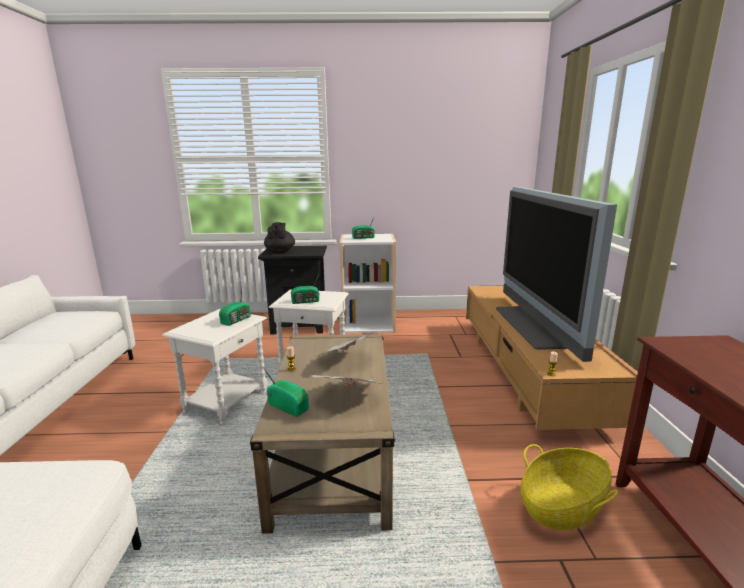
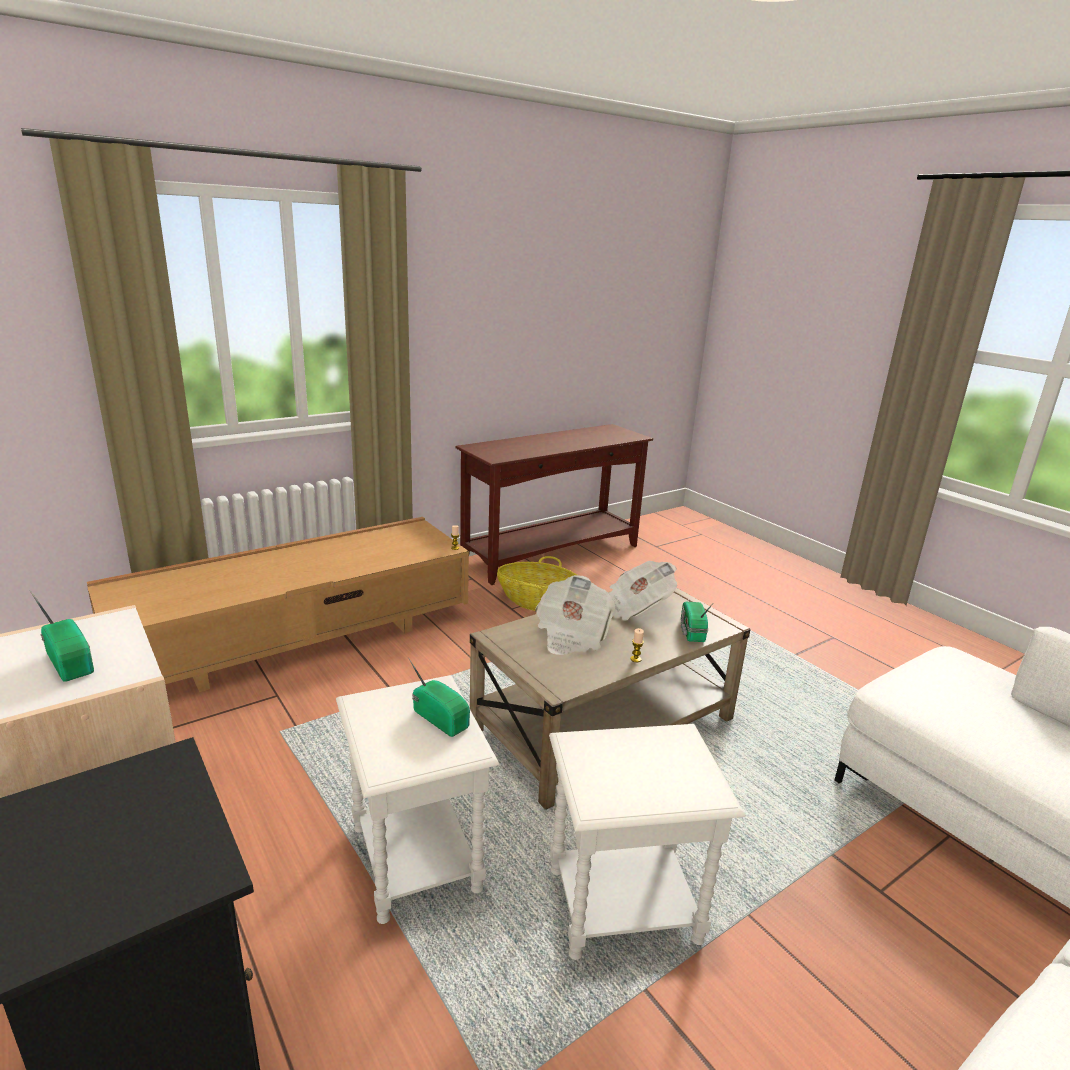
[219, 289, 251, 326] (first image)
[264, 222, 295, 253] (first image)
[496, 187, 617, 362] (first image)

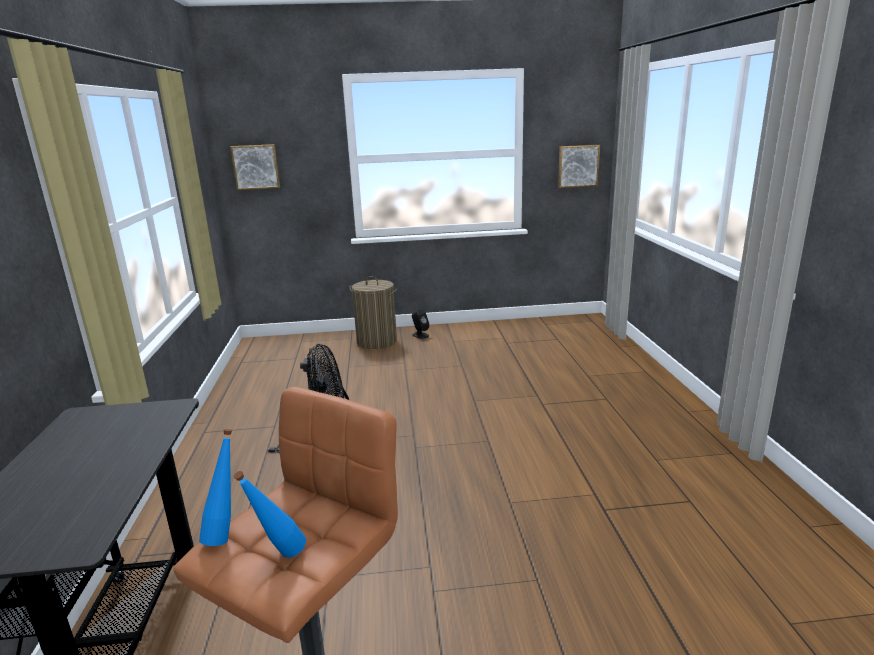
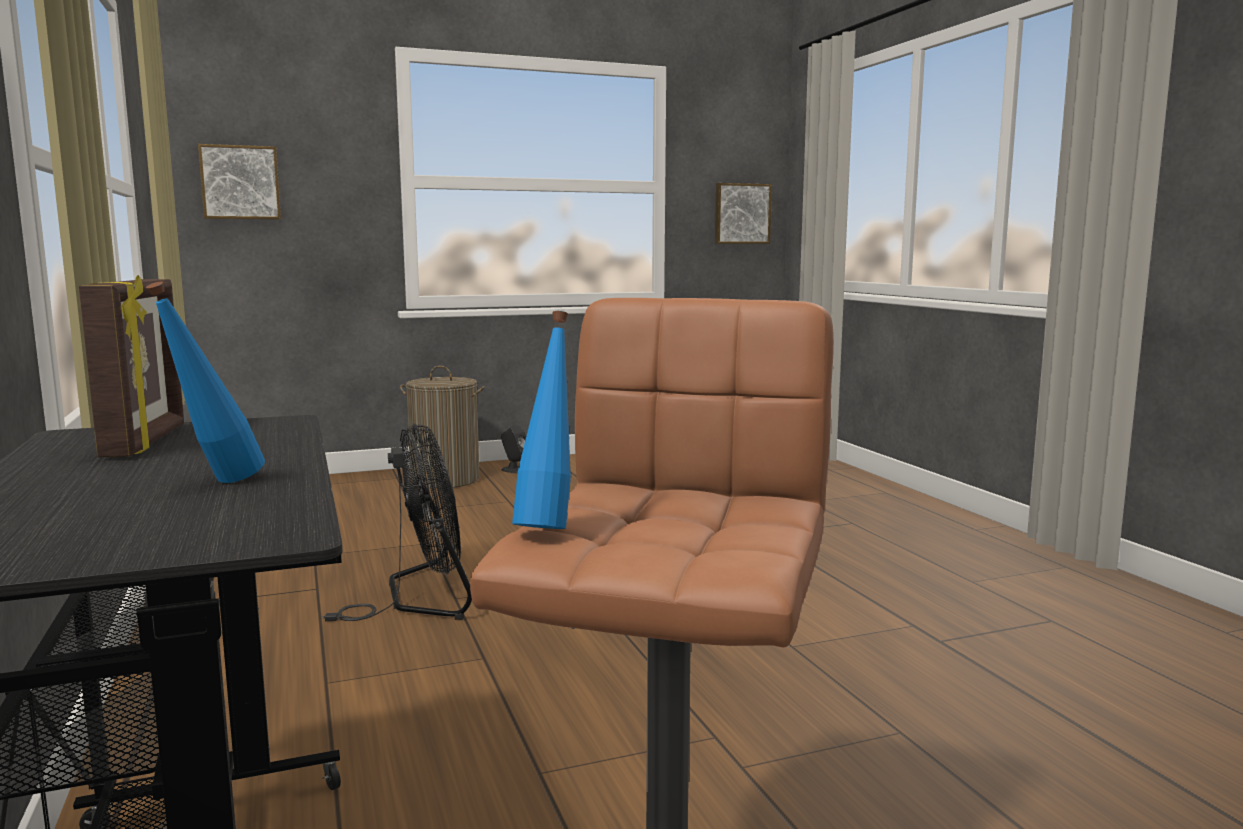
[79, 275, 184, 457]
[146, 282, 265, 483]

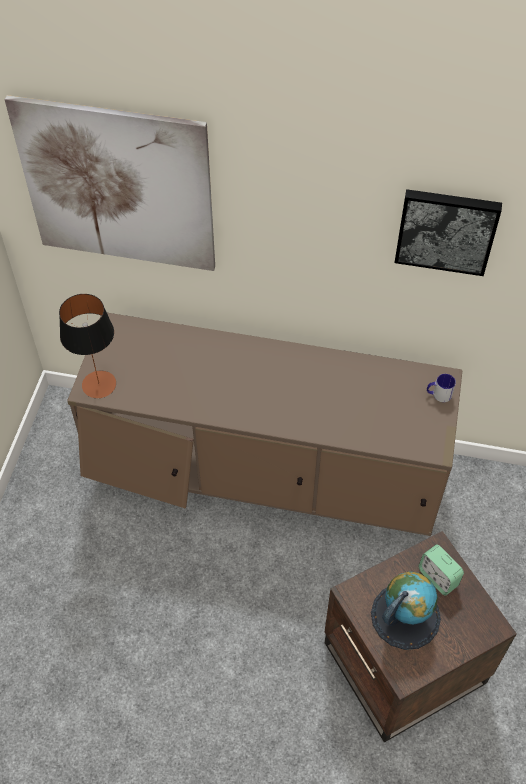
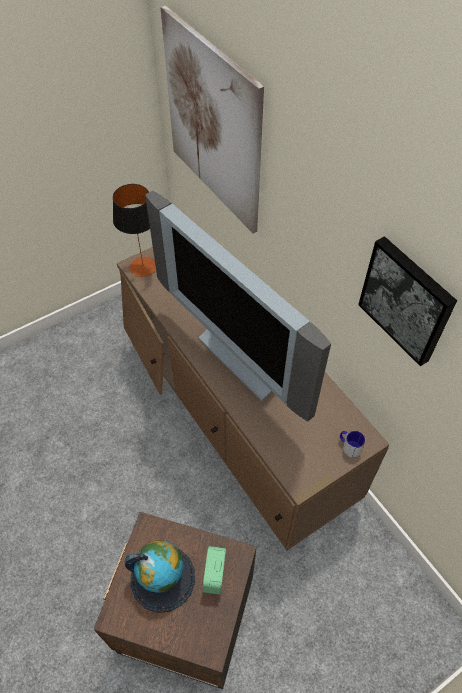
[145, 191, 331, 422]

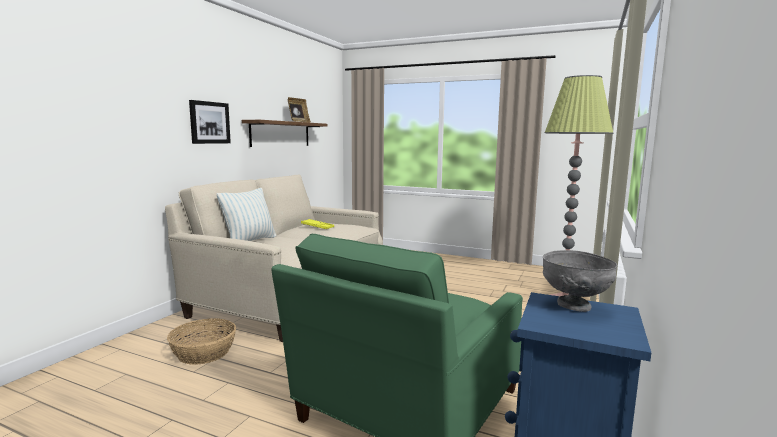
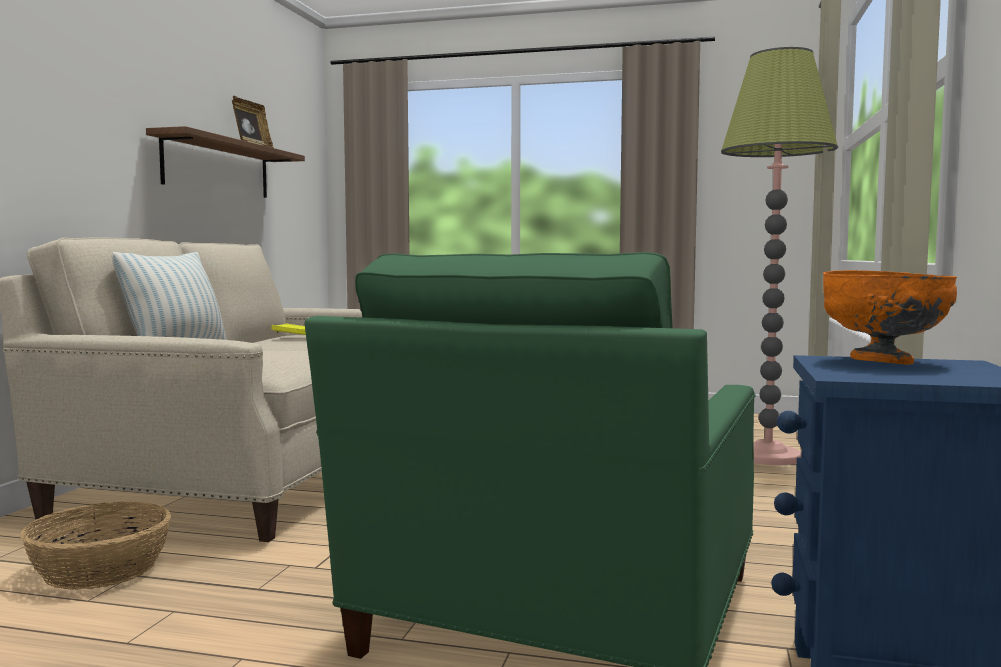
[189, 100, 231, 144] (first image)
[823, 270, 957, 365]

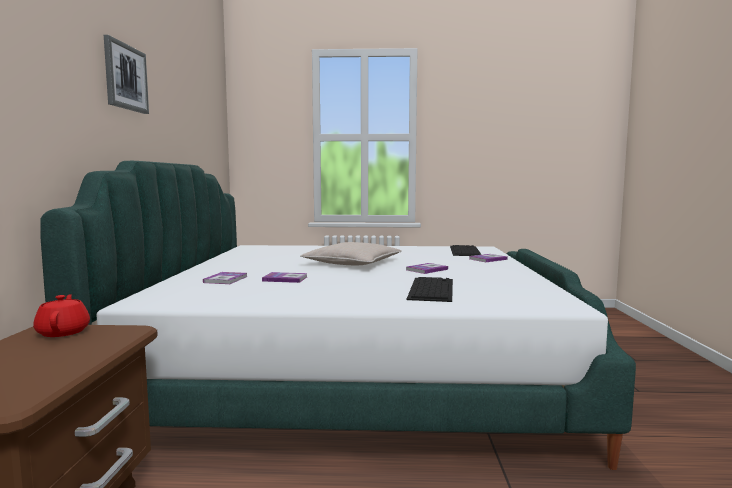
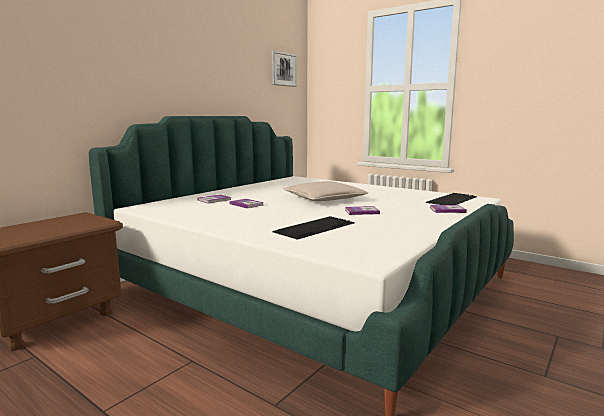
[33, 294, 90, 337] (first image)
[272, 51, 297, 87]

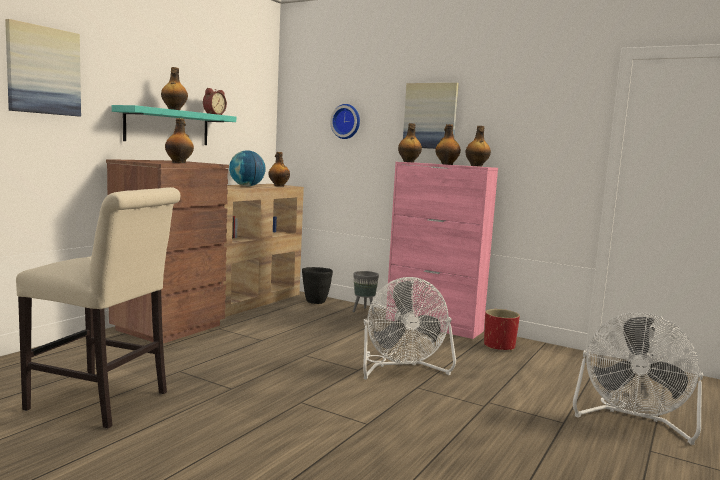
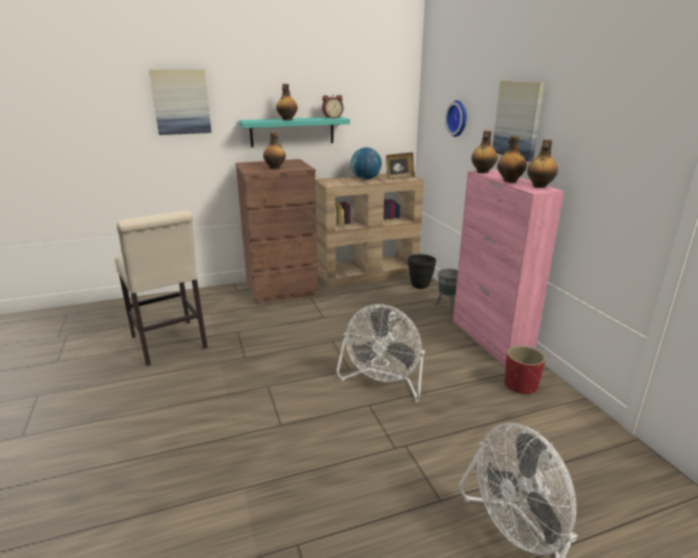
[386, 152, 415, 180]

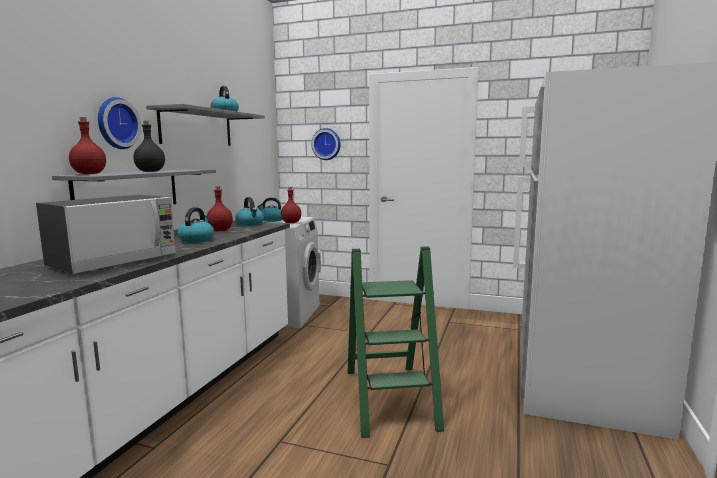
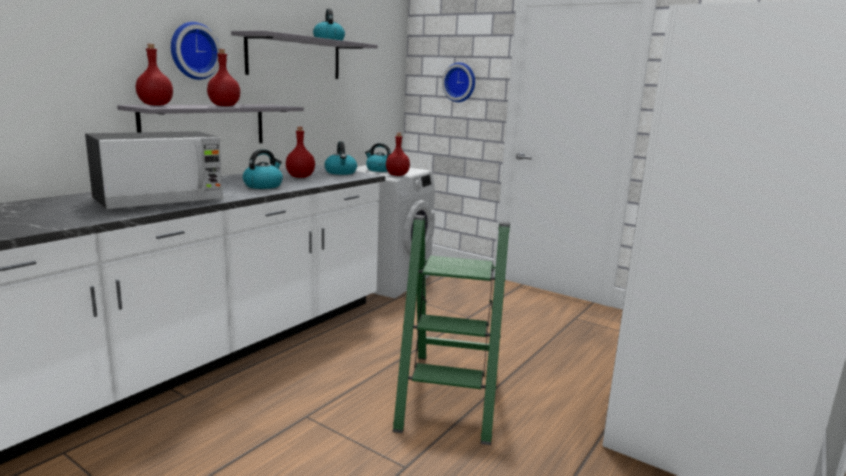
[207, 49, 240, 106]

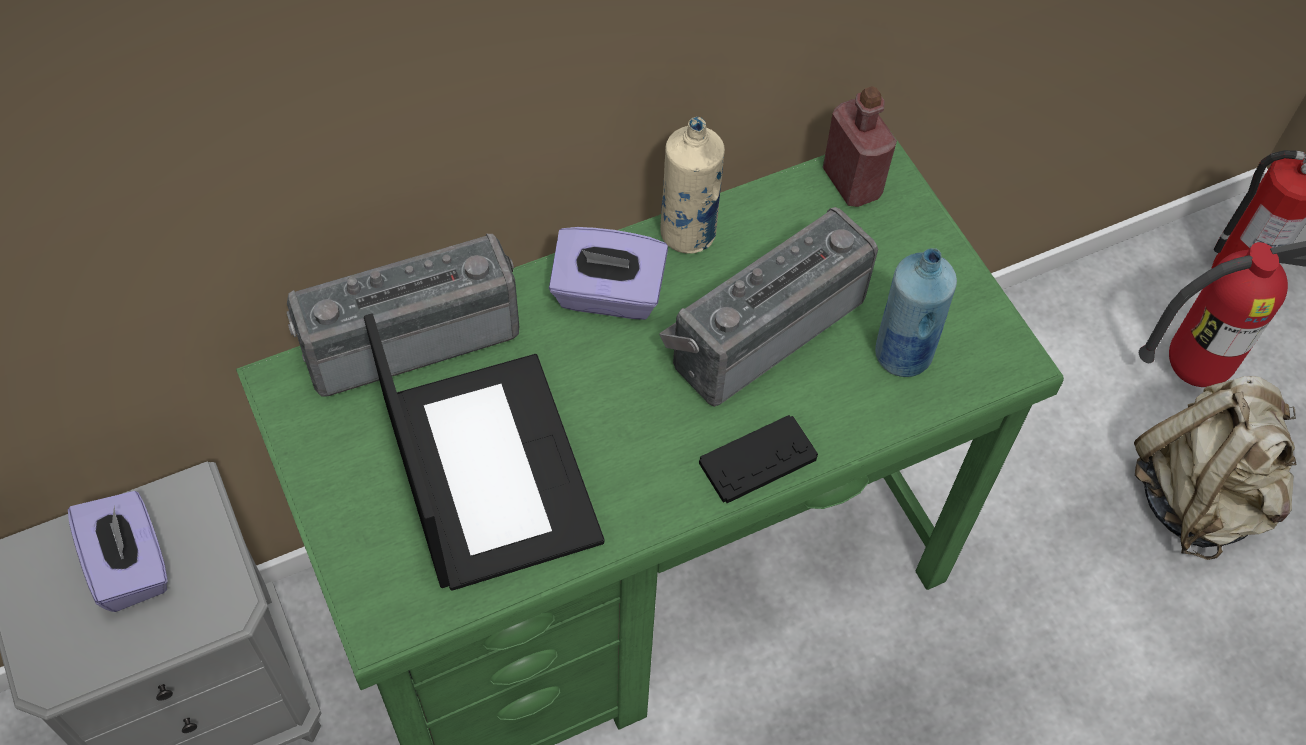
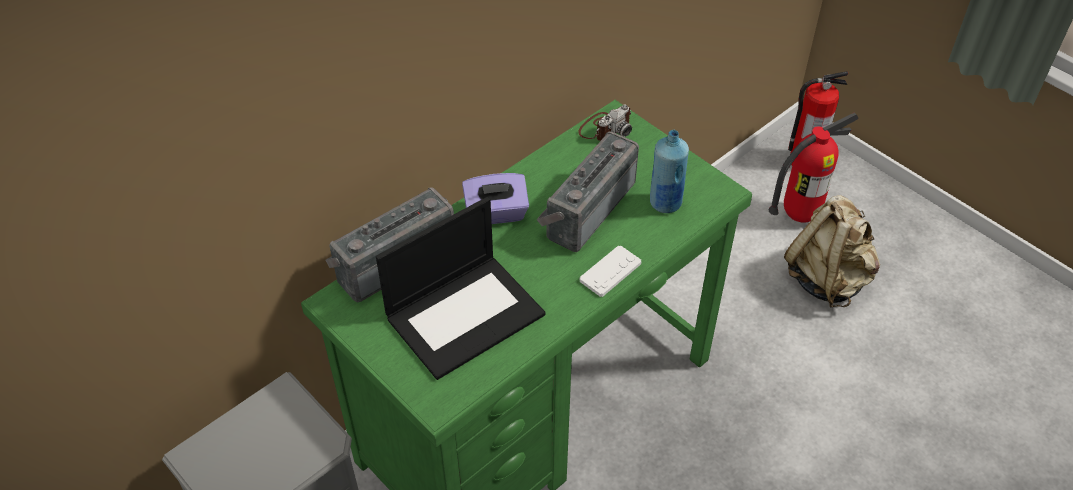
[68, 491, 168, 612] (first image)
[660, 117, 725, 254] (first image)
[578, 105, 632, 141]
[580, 245, 641, 297]
[376, 197, 546, 380]

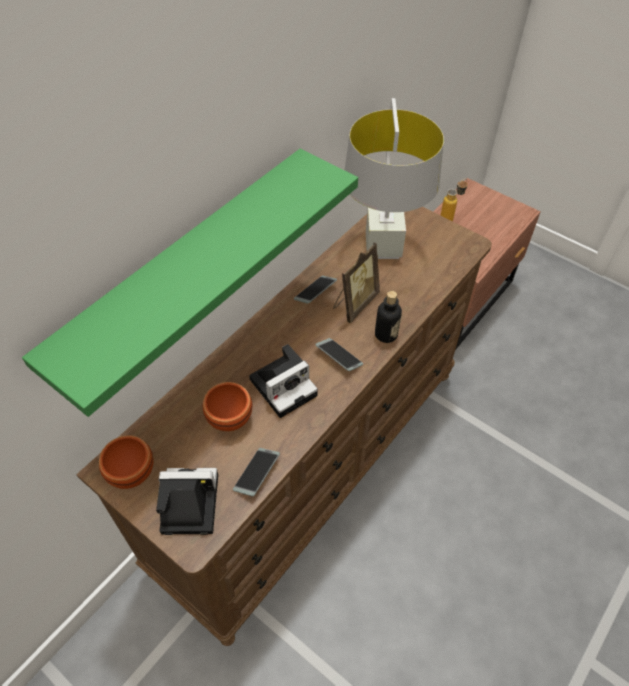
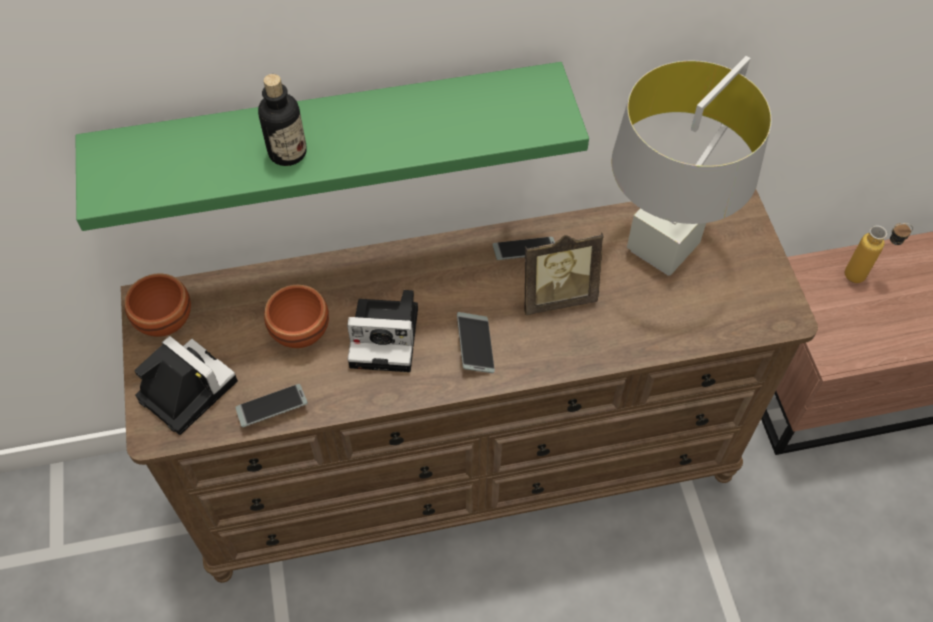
[258, 74, 307, 166]

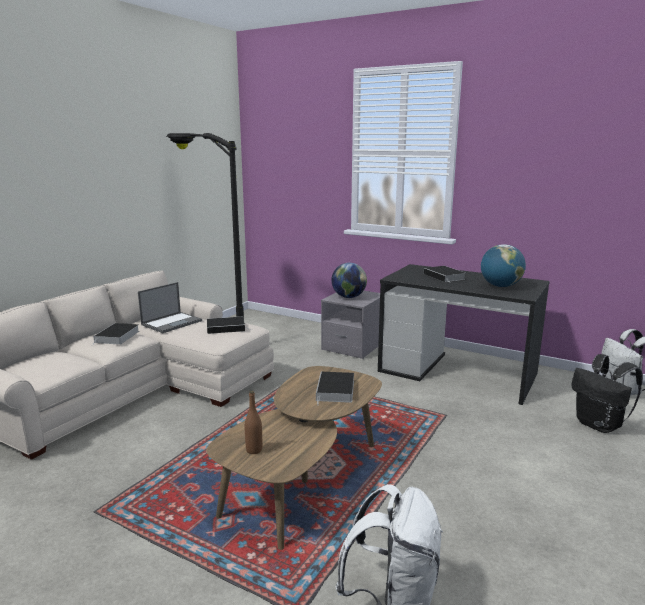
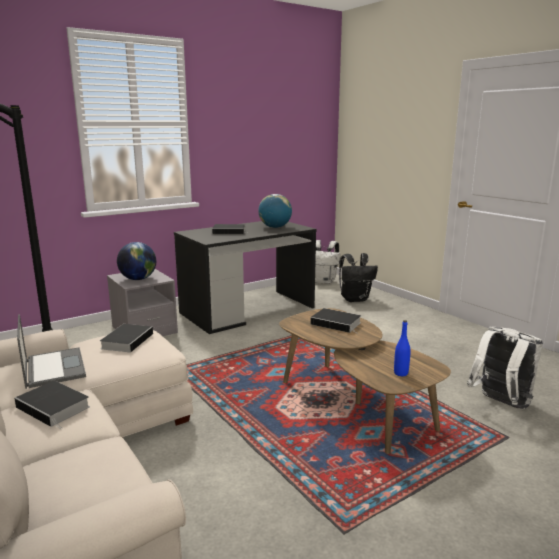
[394, 320, 410, 376]

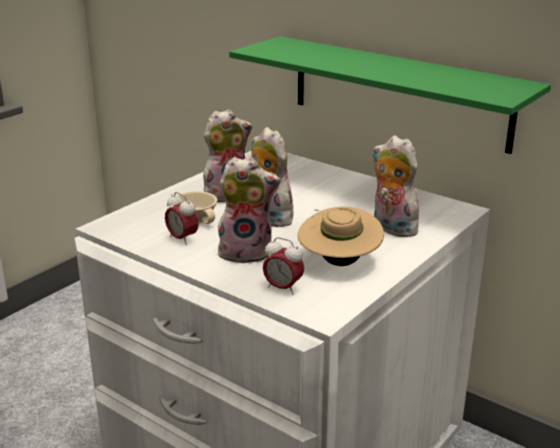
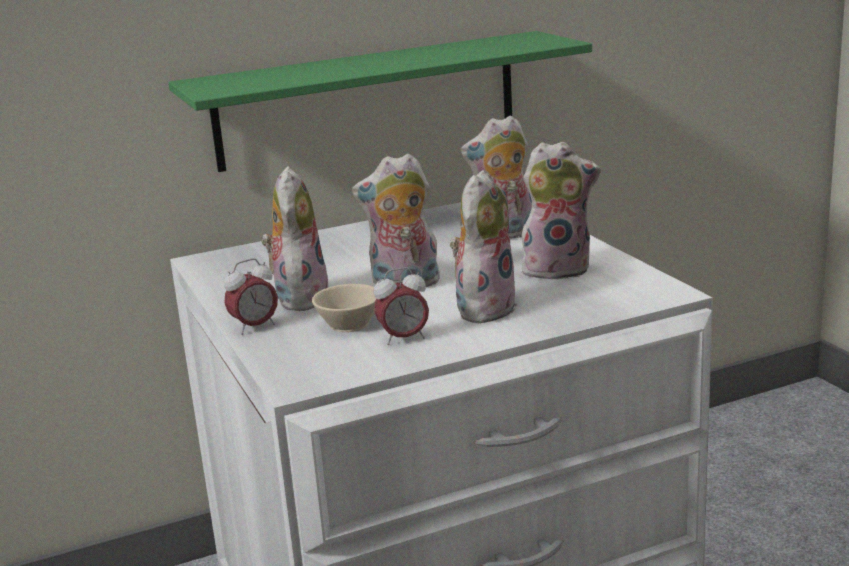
[224, 259, 278, 335]
[521, 142, 601, 280]

